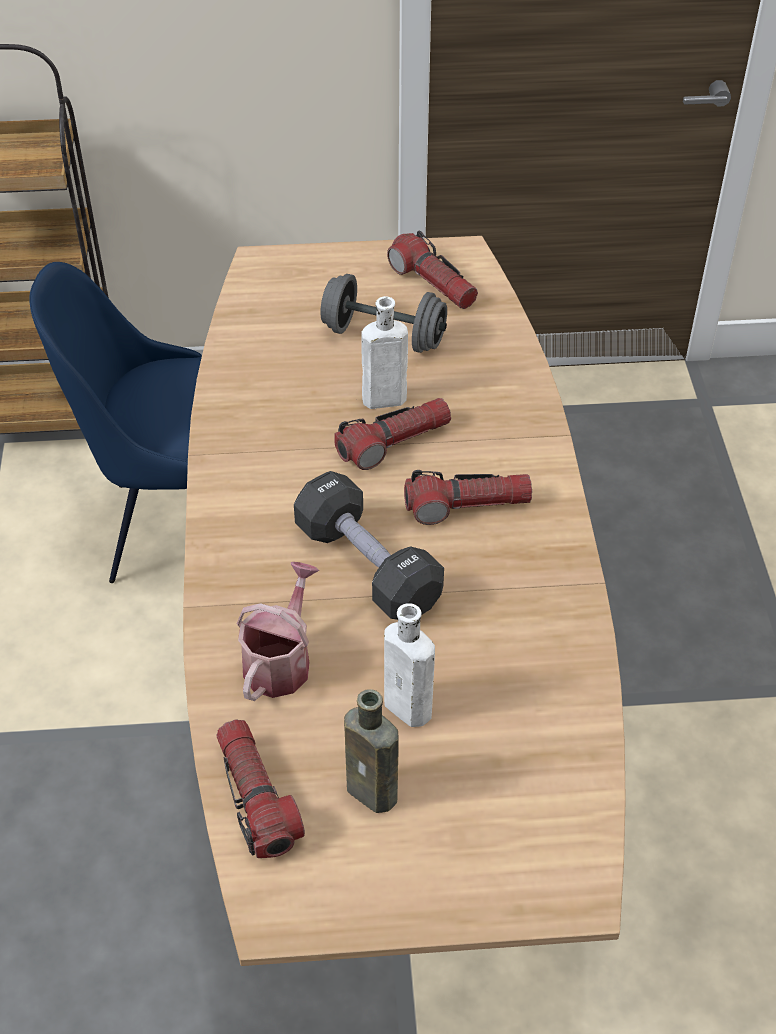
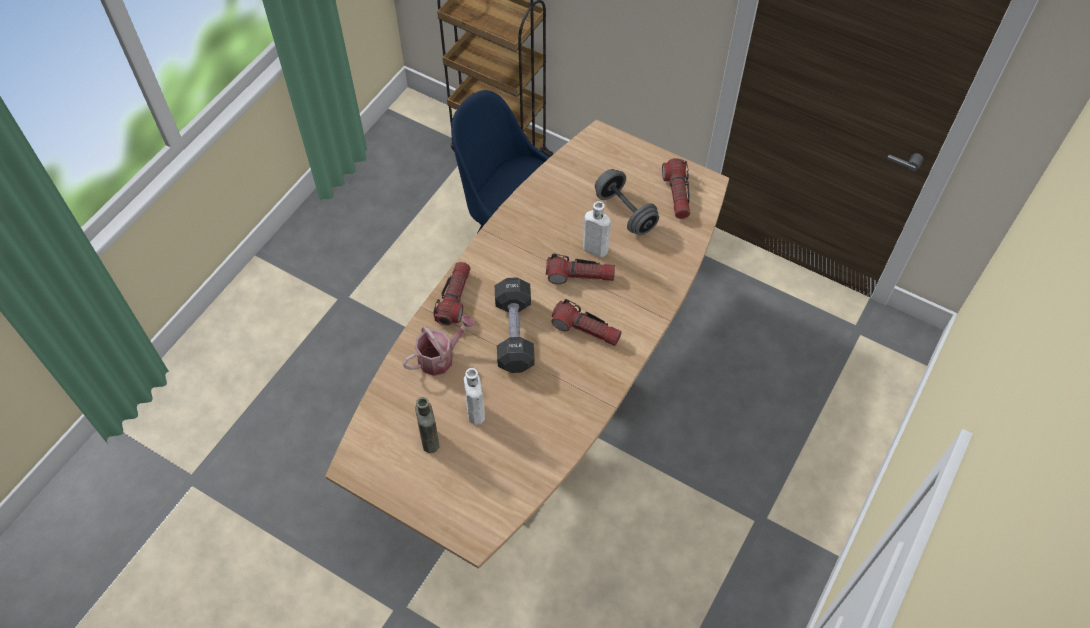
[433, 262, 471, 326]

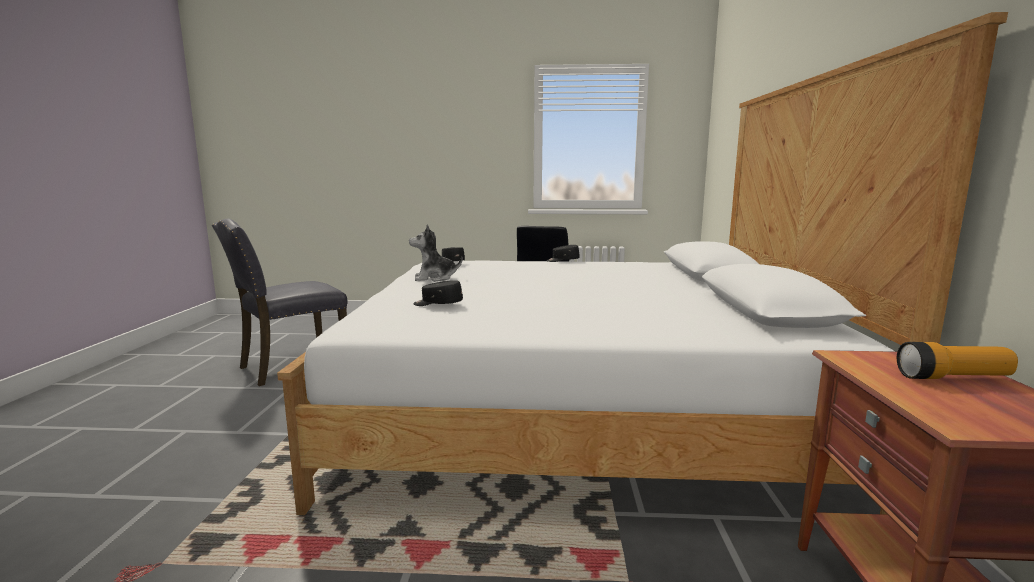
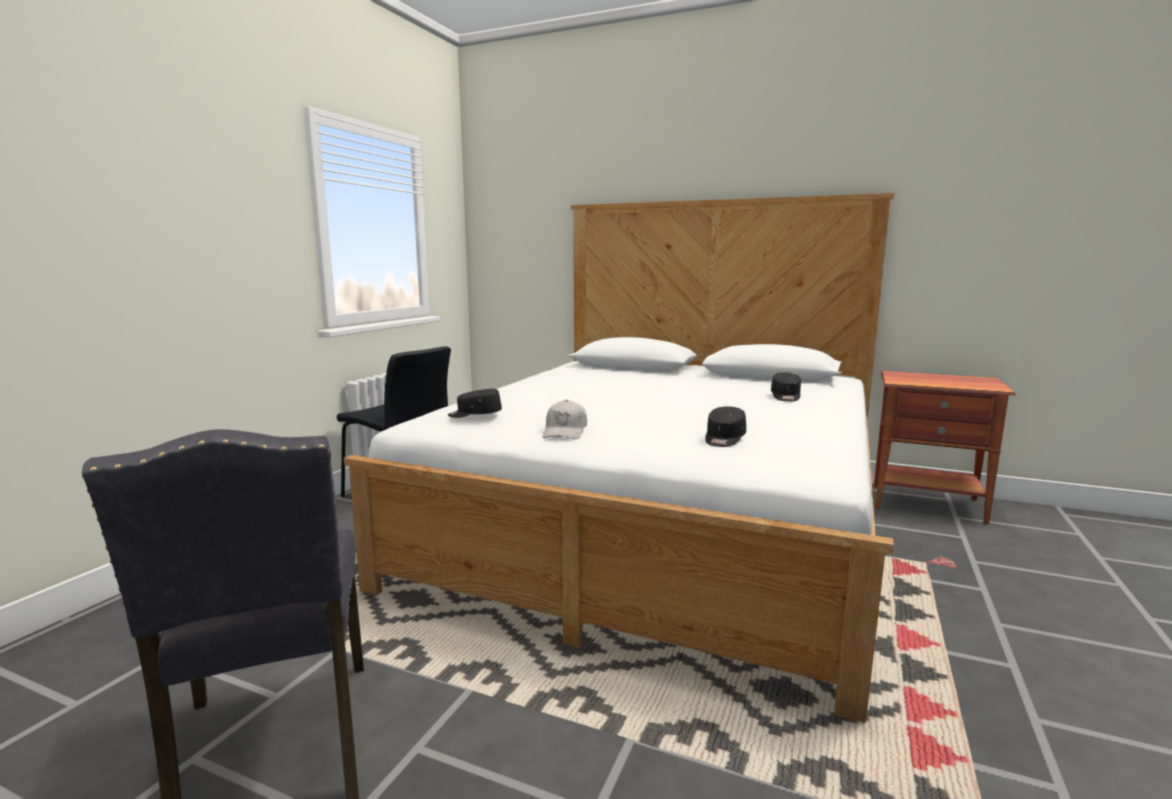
[897, 342, 1018, 379] (first image)
[771, 372, 801, 401]
[543, 400, 587, 439]

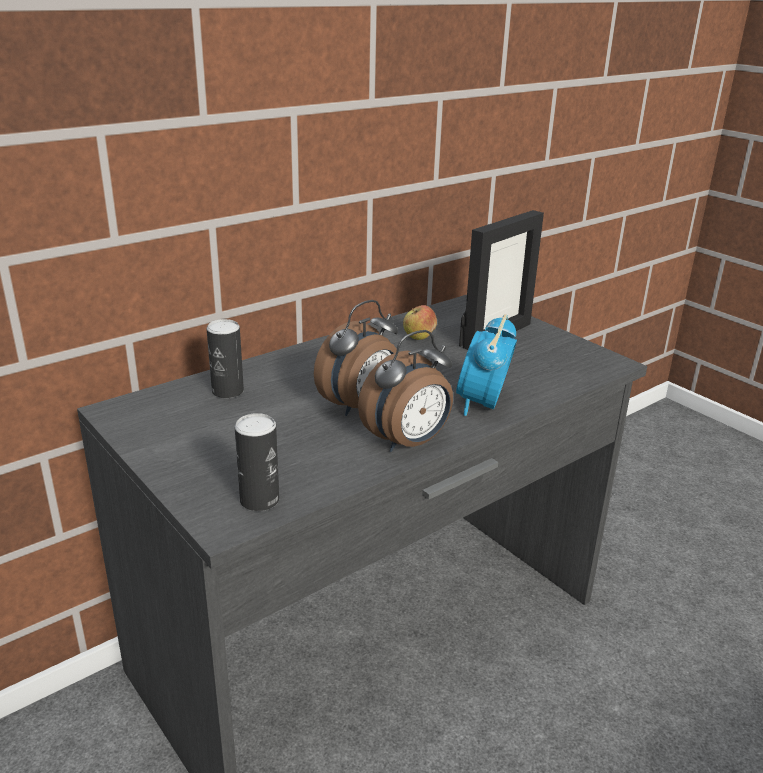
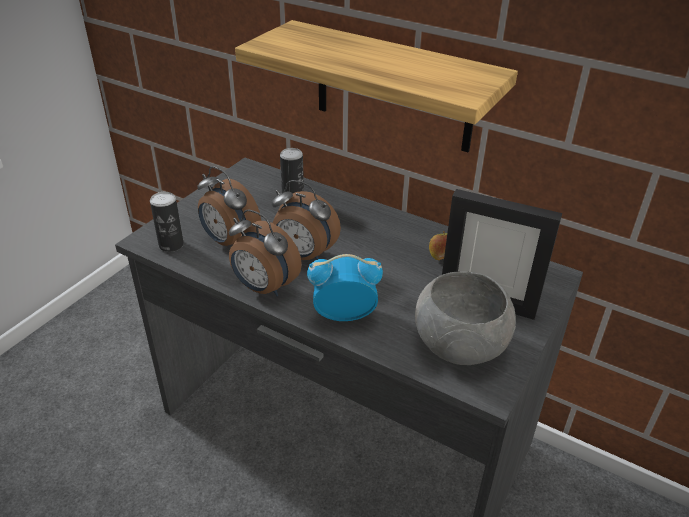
[197, 166, 261, 246]
[235, 20, 518, 152]
[415, 271, 516, 365]

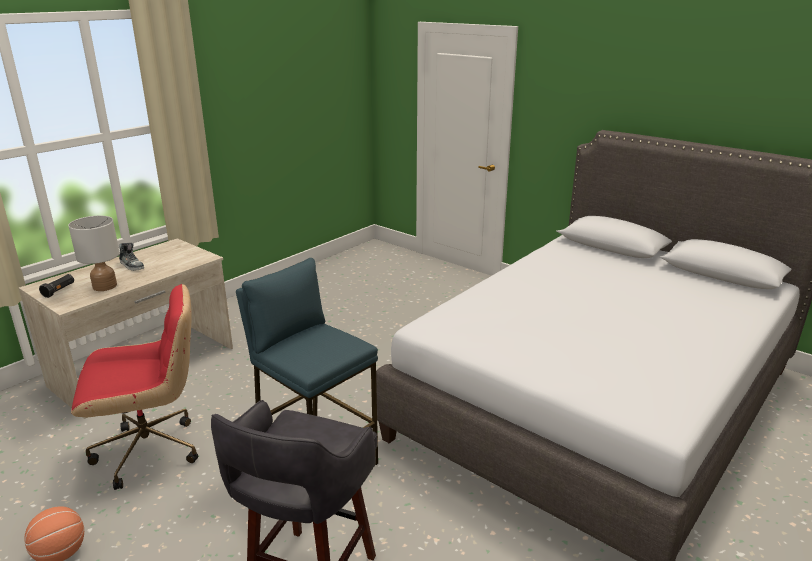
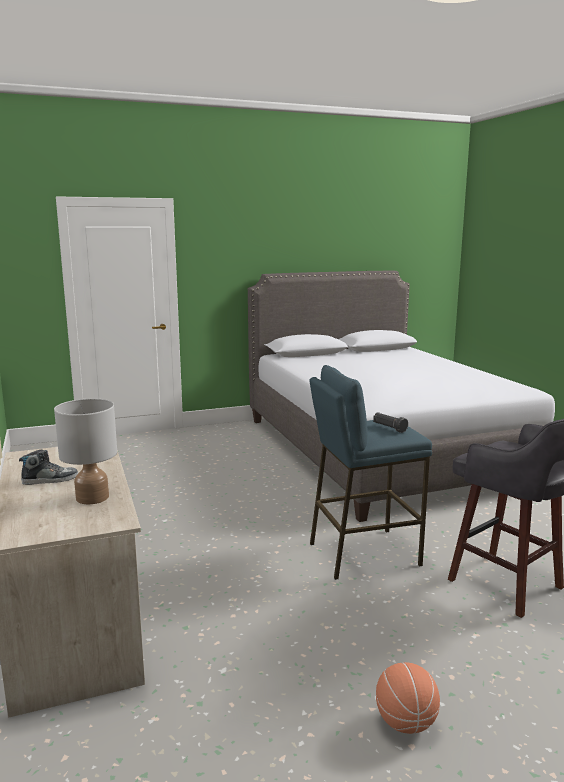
[71, 284, 198, 490] (first image)
[373, 412, 408, 433]

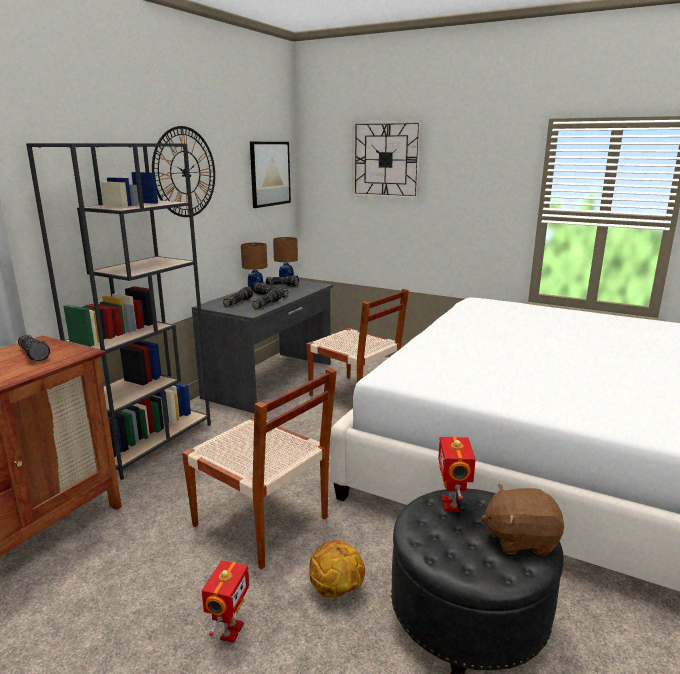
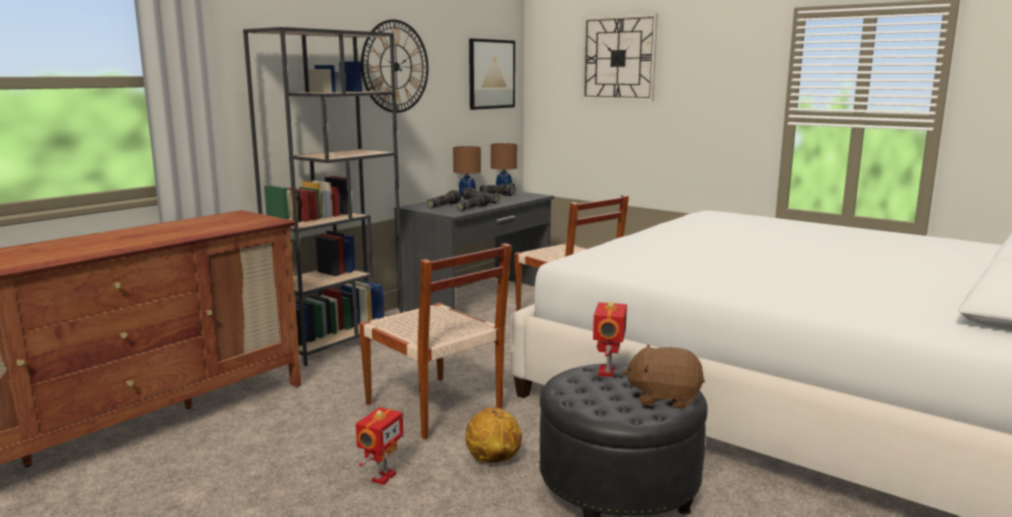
[18, 335, 50, 361] (first image)

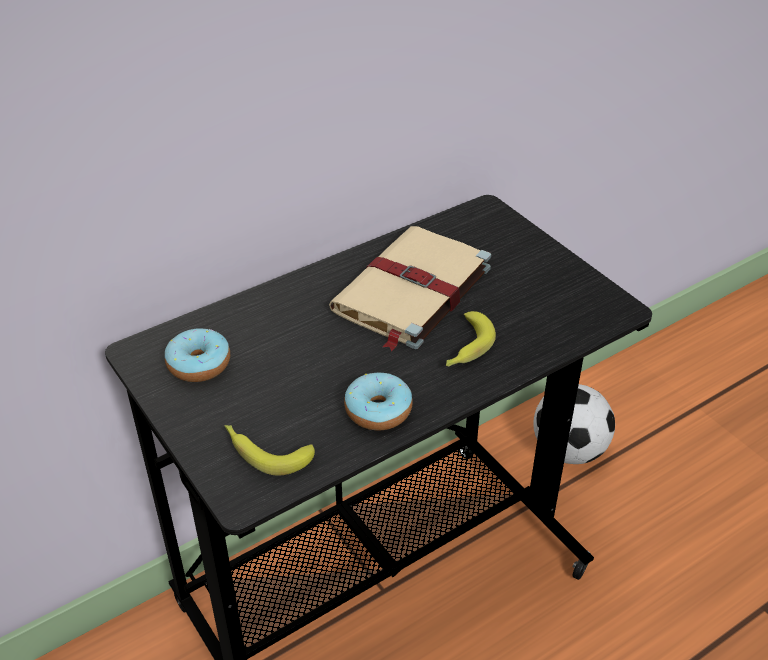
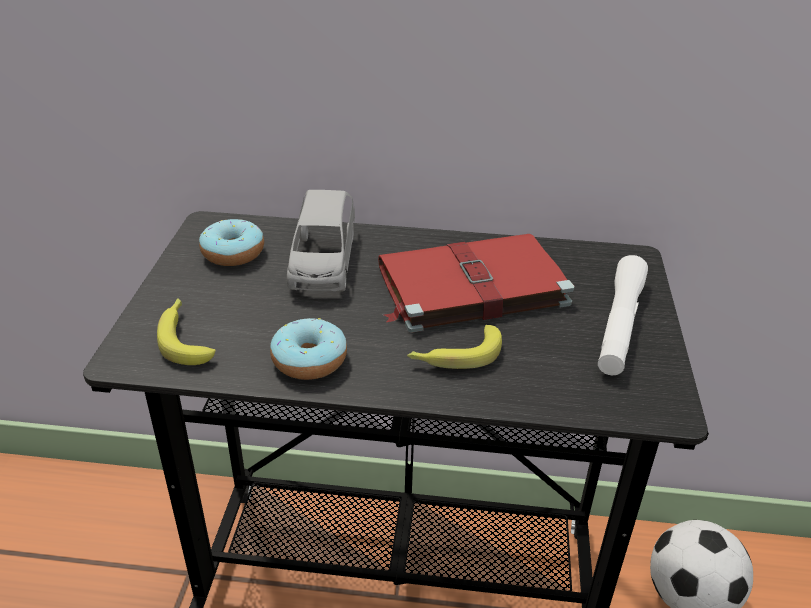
[287, 190, 355, 291]
[598, 255, 648, 375]
[378, 234, 575, 333]

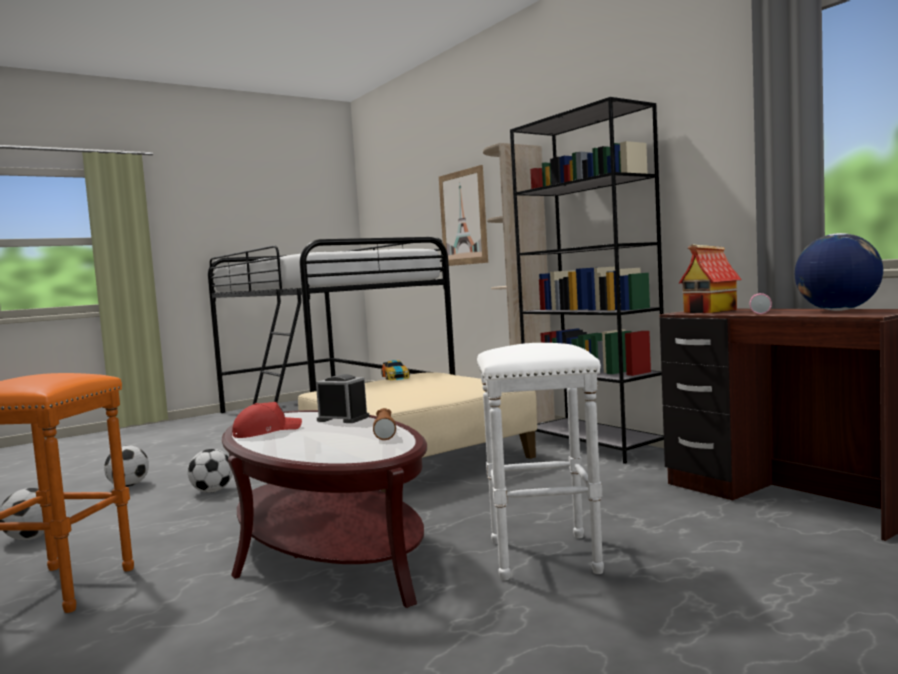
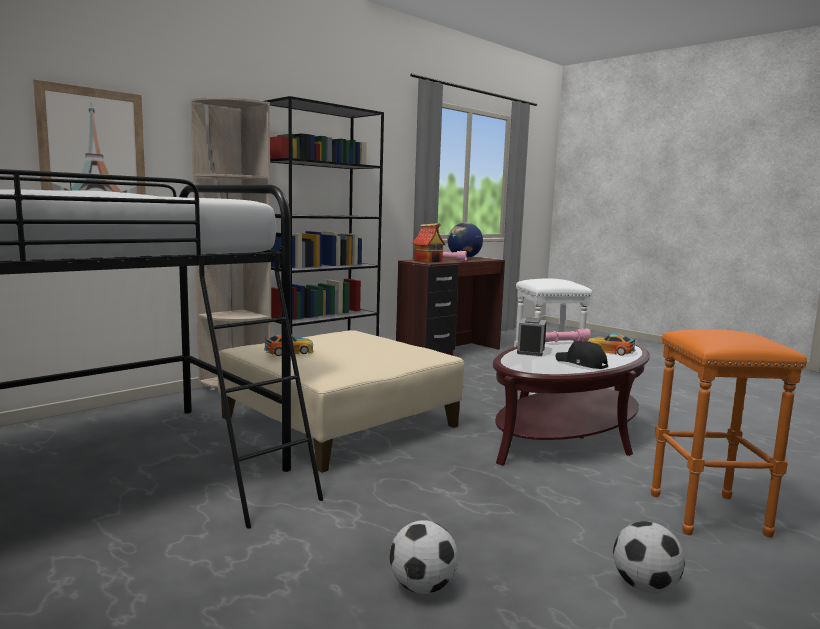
[188, 449, 233, 493] (first image)
[588, 334, 636, 356]
[556, 340, 608, 369]
[545, 329, 591, 342]

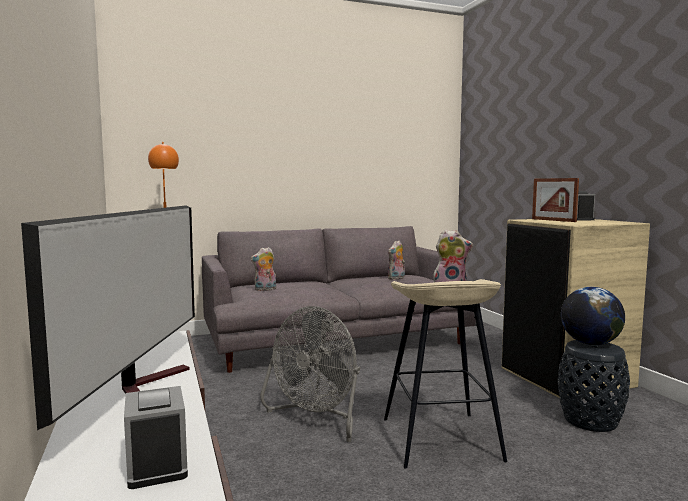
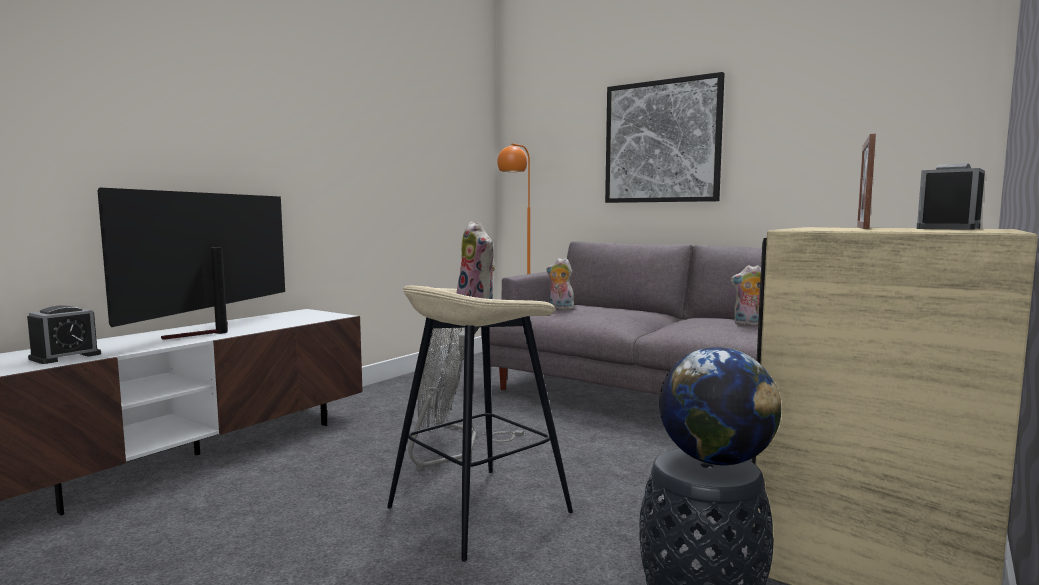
[605, 72, 725, 203]
[97, 187, 285, 340]

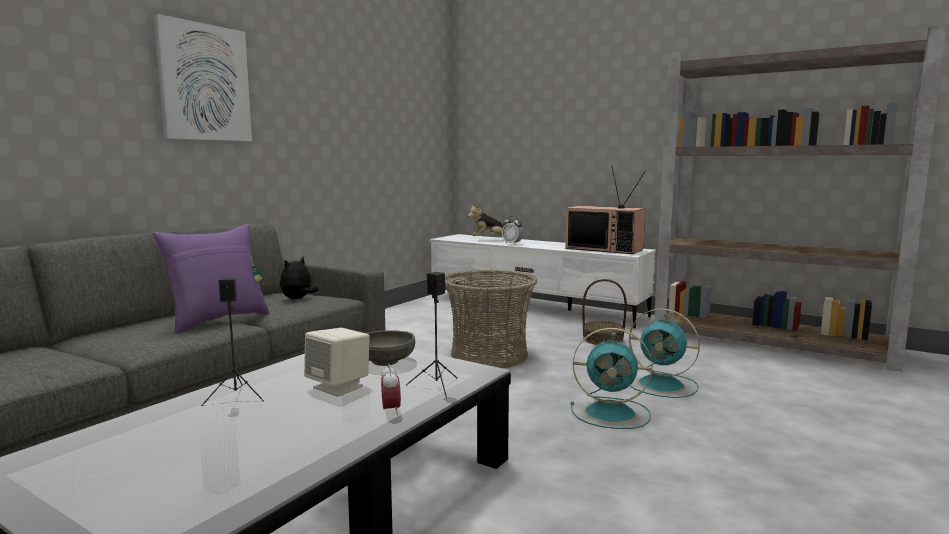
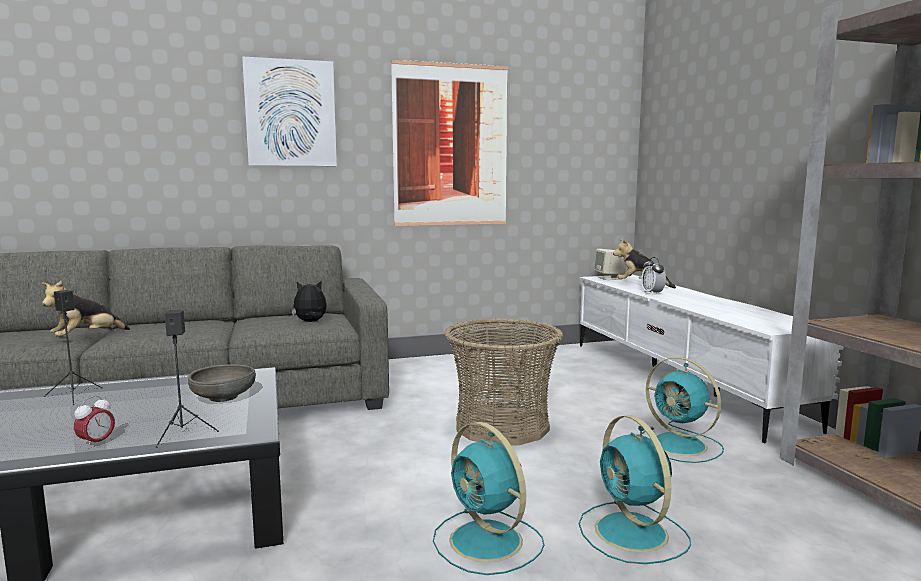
[153, 224, 269, 333] (first image)
[565, 166, 646, 254] (first image)
[41, 281, 130, 337]
[391, 60, 508, 226]
[594, 249, 626, 280]
[642, 357, 724, 463]

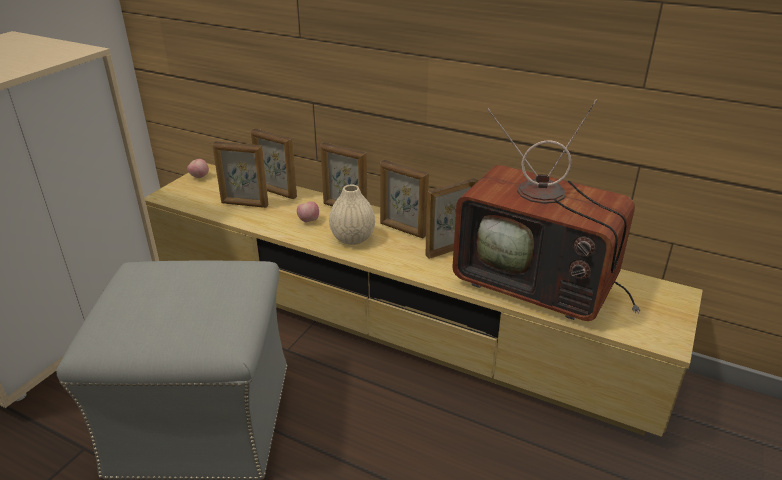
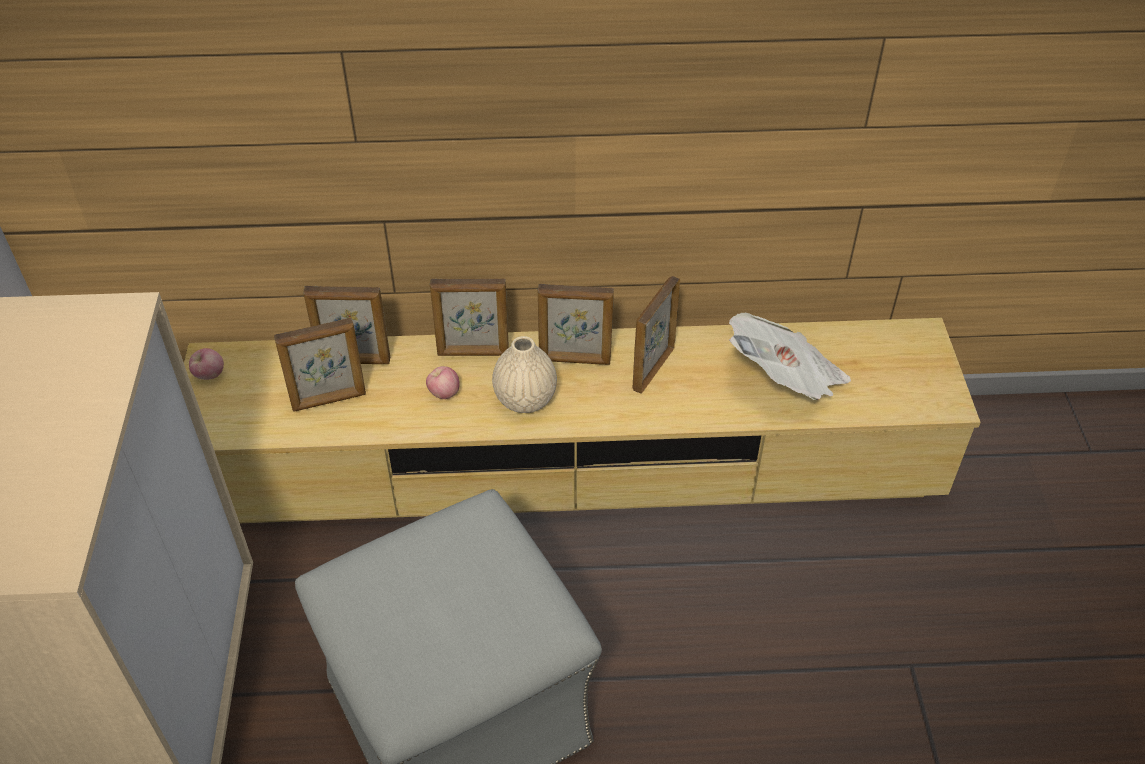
[729, 312, 851, 400]

